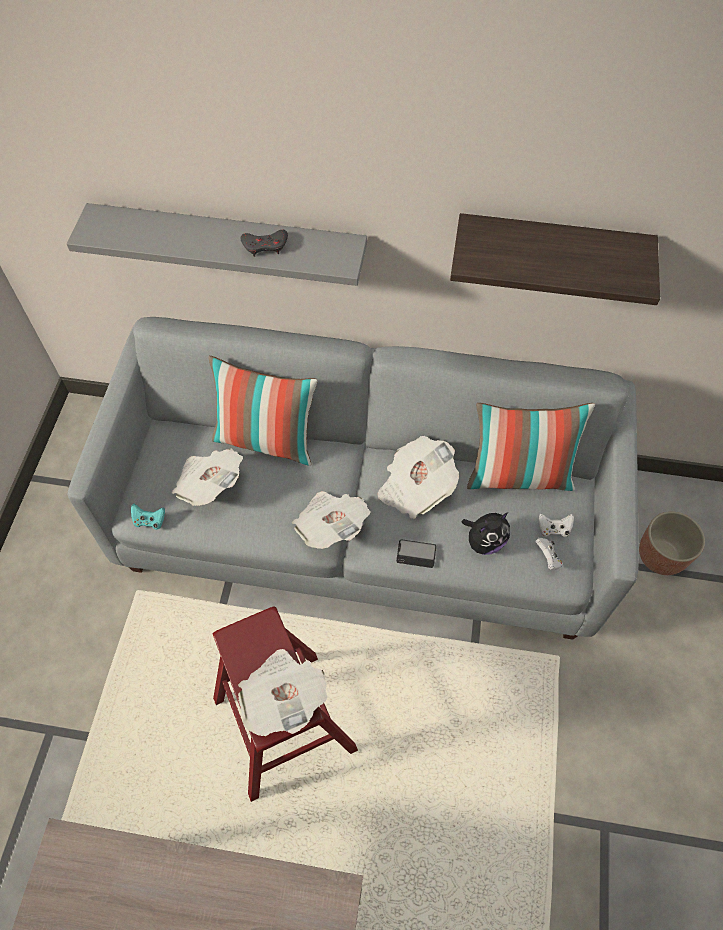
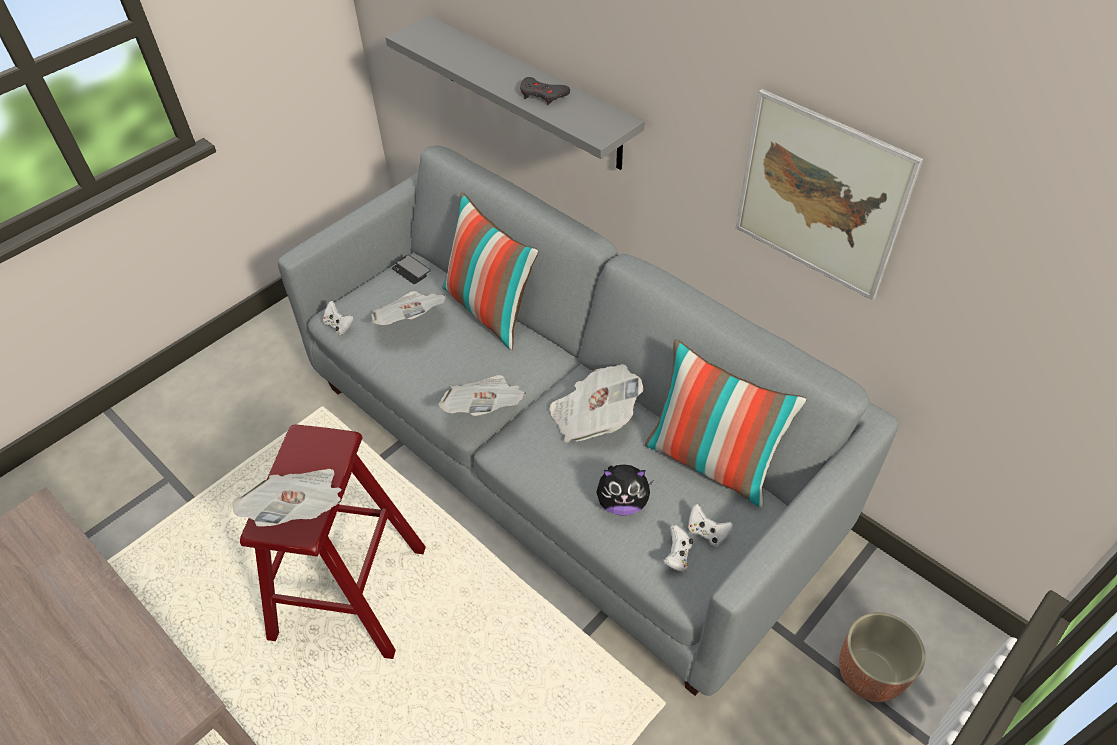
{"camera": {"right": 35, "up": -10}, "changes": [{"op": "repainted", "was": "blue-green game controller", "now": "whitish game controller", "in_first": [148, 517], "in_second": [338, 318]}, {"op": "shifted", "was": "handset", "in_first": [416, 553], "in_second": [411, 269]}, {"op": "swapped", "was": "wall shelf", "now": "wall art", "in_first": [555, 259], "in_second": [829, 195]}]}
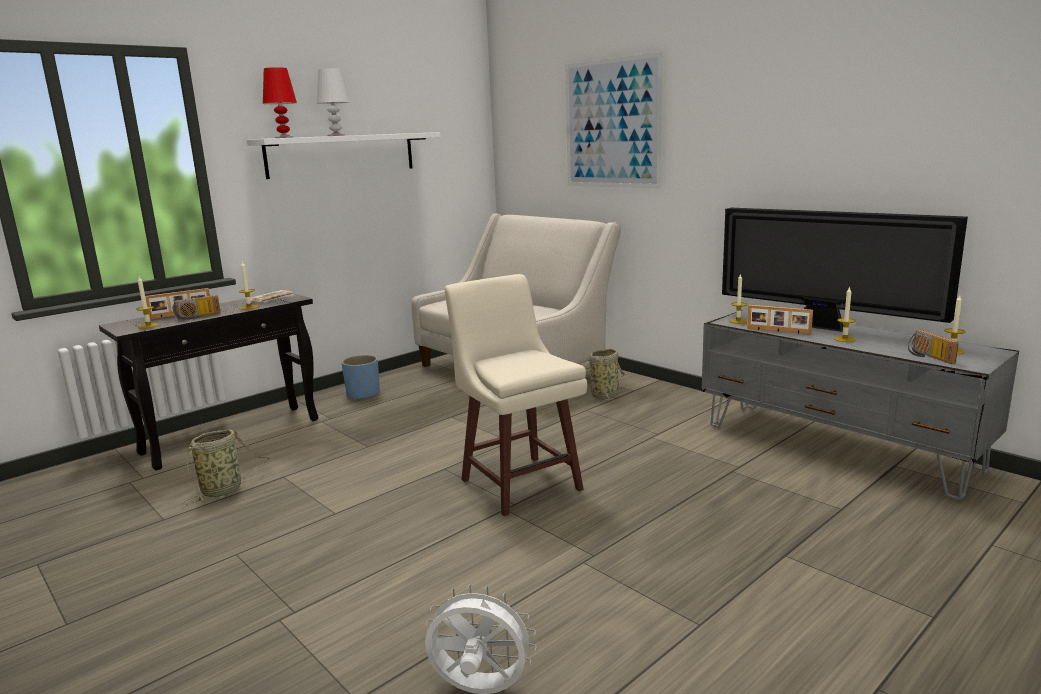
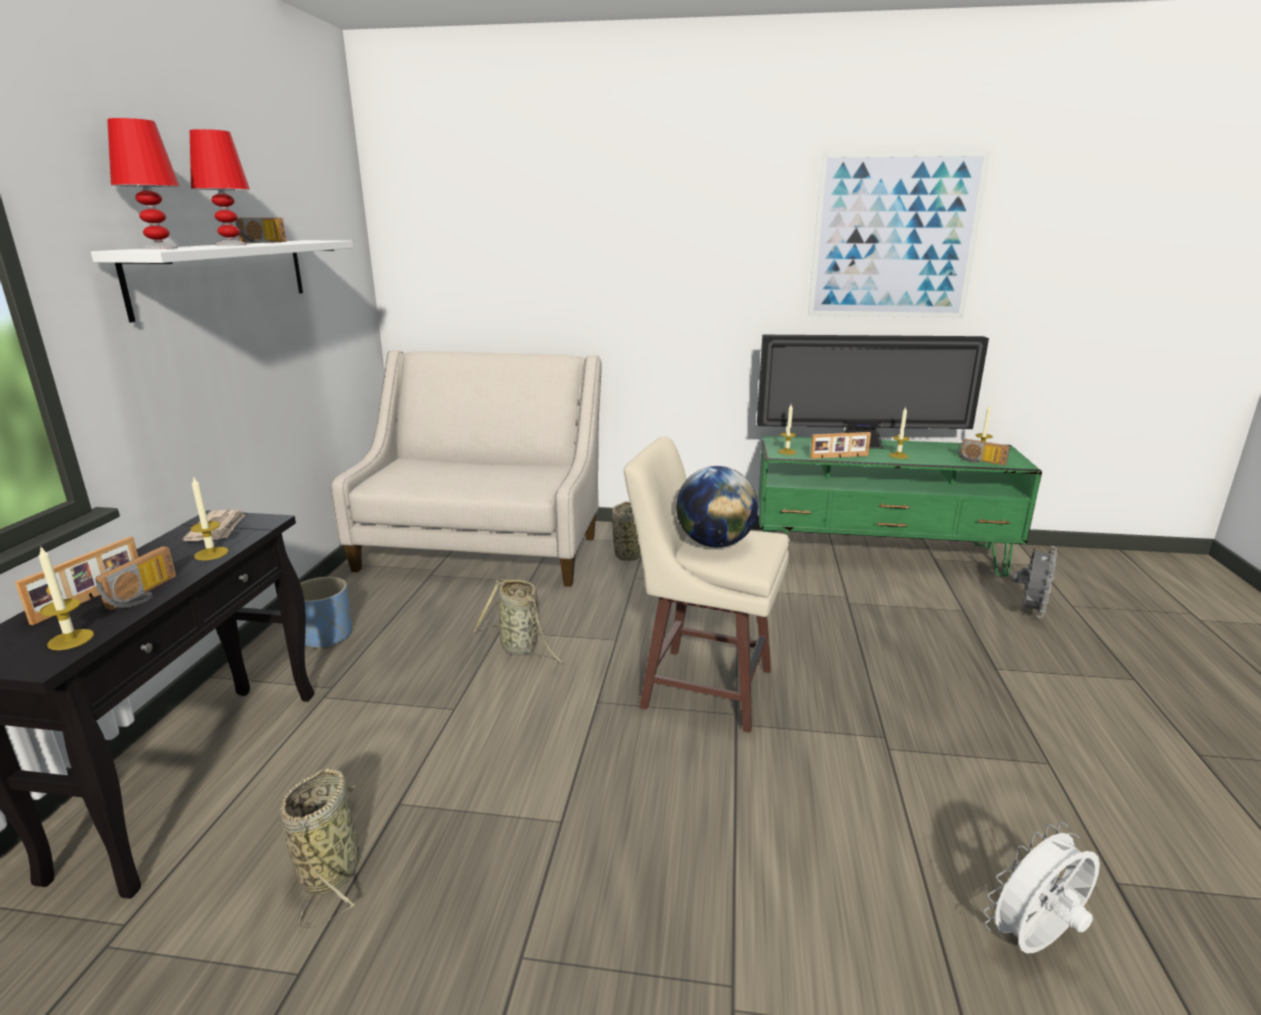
{"camera": {"right": -40, "up": 5}, "changes": [{"op": "repainted", "was": "whitish lamp for a table", "now": "red lamp for a table", "in_first": [333, 102], "in_second": [220, 187]}, {"op": "new", "now": "radio", "in_second": [261, 230]}, {"op": "new", "now": "household basket", "in_second": [519, 621]}, {"op": "new", "now": "globe", "in_second": [717, 506]}, {"op": "repainted", "was": "grey media console", "now": "green media console", "in_first": [860, 404], "in_second": [900, 505]}, {"op": "shifted", "was": "wall art", "in_first": [614, 120], "in_second": [899, 234]}, {"op": "new", "now": "grey cooling fan", "in_second": [1034, 582]}]}
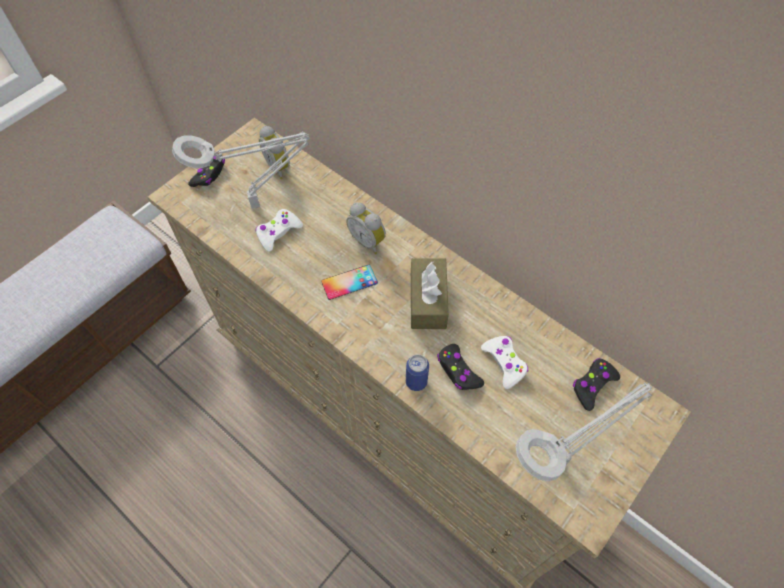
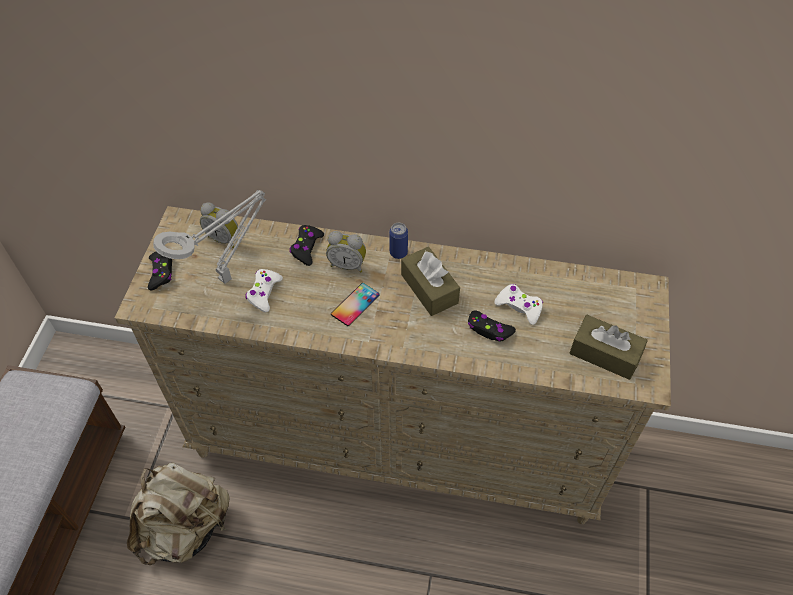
{"camera": {"right": -30, "up": -5}, "changes": [{"op": "new", "now": "sand-coloured knapsack", "in_second": [178, 513]}, {"op": "shifted", "was": "blackish game controller", "in_first": [596, 384], "in_second": [306, 245]}, {"op": "shifted", "was": "can", "in_first": [417, 372], "in_second": [398, 241]}, {"op": "swapped", "was": "grey lamp for a table", "now": "brown tissue holder", "in_first": [584, 431], "in_second": [609, 347]}]}
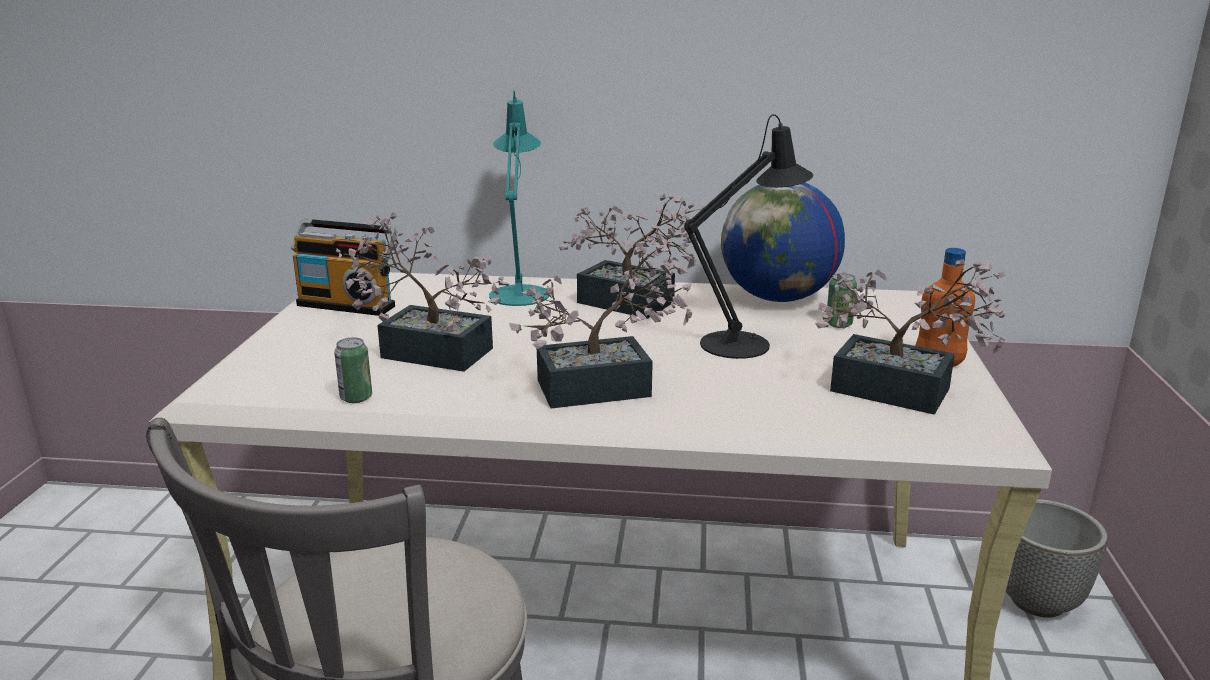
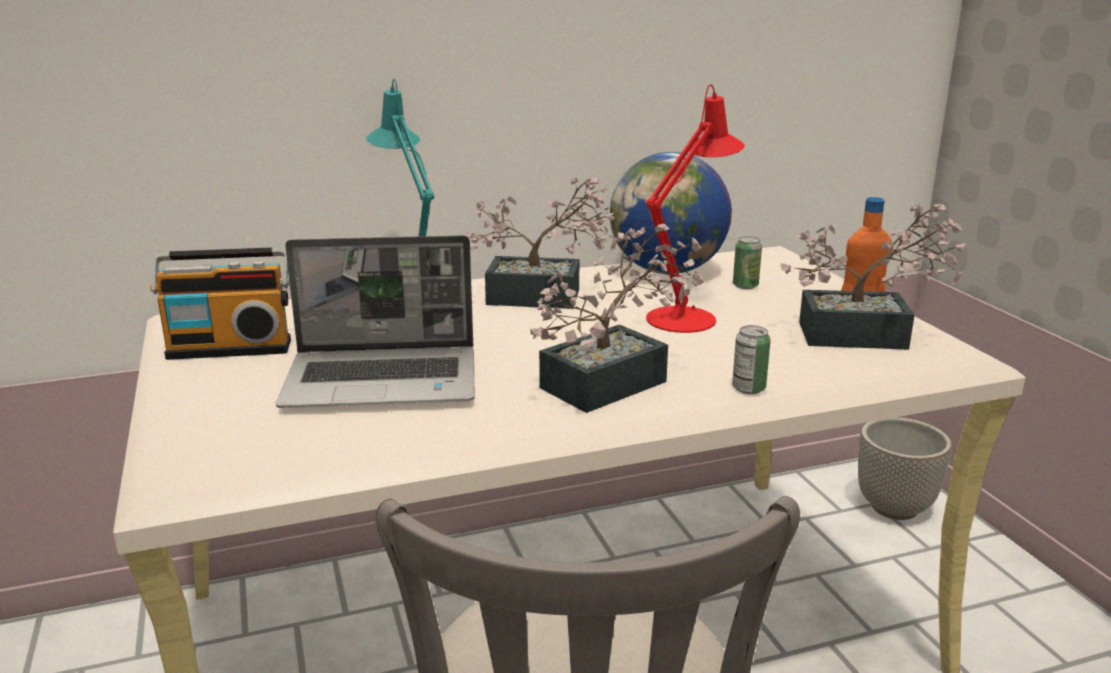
{"camera": {"right": -25, "up": 0}, "changes": [{"op": "swapped", "was": "plant in a pot", "now": "portable computer", "in_first": [423, 292], "in_second": [375, 321]}, {"op": "repainted", "was": "blackish lamp for a table", "now": "red lamp for a table", "in_first": [748, 236], "in_second": [695, 208]}, {"op": "shifted", "was": "can", "in_first": [353, 370], "in_second": [751, 359]}]}
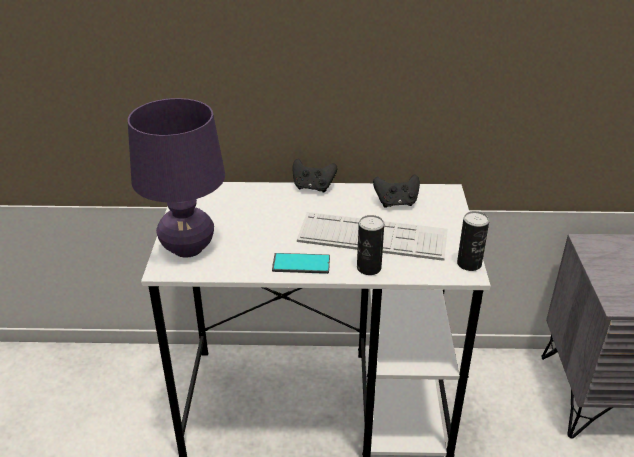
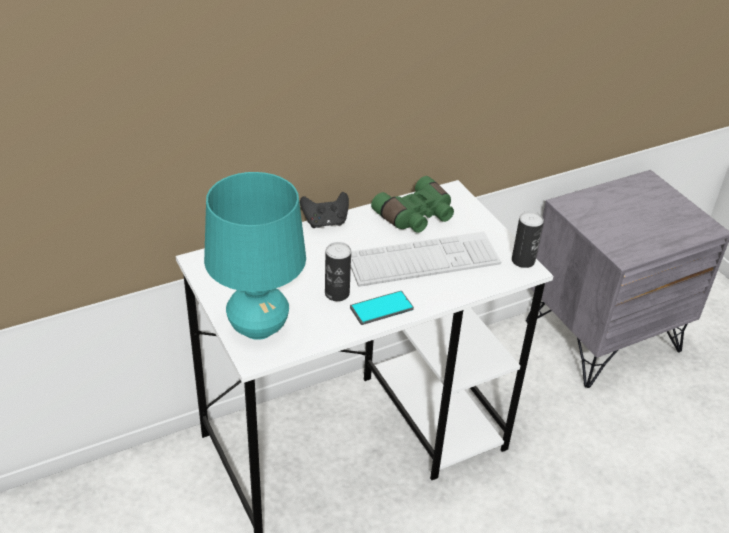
{"camera": {"right": -30, "up": 5}, "changes": [{"op": "repainted", "was": "purplish lamp for a table", "now": "blue-green lamp for a table", "in_first": [176, 178], "in_second": [255, 256]}, {"op": "shifted", "was": "can", "in_first": [370, 245], "in_second": [338, 271]}, {"op": "swapped", "was": "blackish game controller", "now": "green pair of binoculars", "in_first": [396, 191], "in_second": [412, 204]}]}
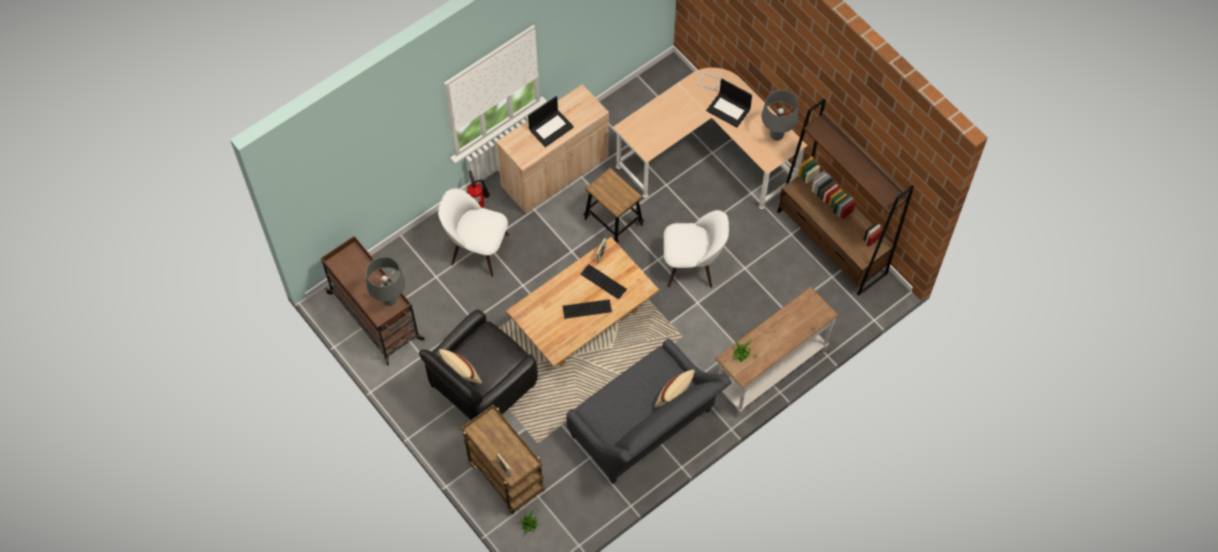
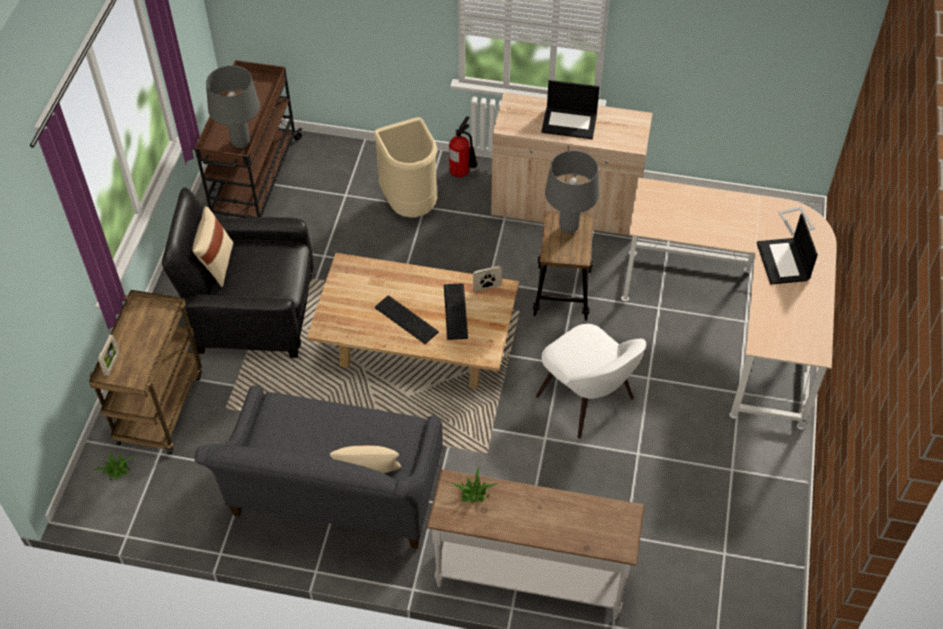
{"camera": {"right": 50, "up": -10}, "changes": [{"op": "swapped", "was": "whitish plain chair", "now": "sand-coloured waste bin", "in_first": [473, 233], "in_second": [405, 167]}, {"op": "shifted", "was": "grey lamp for a table", "in_first": [779, 115], "in_second": [572, 191]}, {"op": "gone", "was": "brown bookshelf", "in_first": [845, 197]}]}
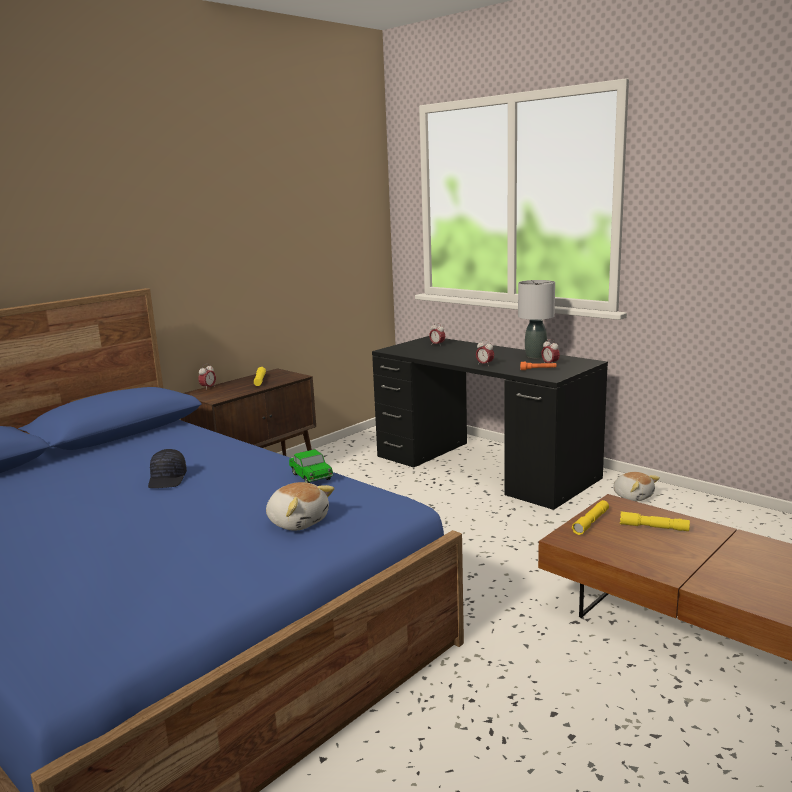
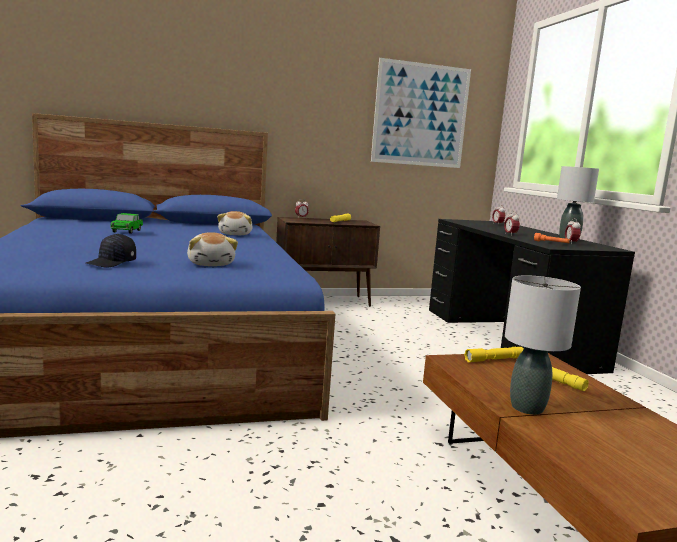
{"camera": {"right": 30, "up": -5}, "changes": [{"op": "shifted", "was": "blackish baseball cap", "in_first": [167, 468], "in_second": [111, 251]}, {"op": "shifted", "was": "toy car", "in_first": [311, 466], "in_second": [126, 223]}, {"op": "shifted", "was": "cuddly toy", "in_first": [636, 487], "in_second": [235, 223]}, {"op": "new", "now": "wall art", "in_second": [421, 113]}, {"op": "new", "now": "grey lamp for a table", "in_second": [543, 345]}]}
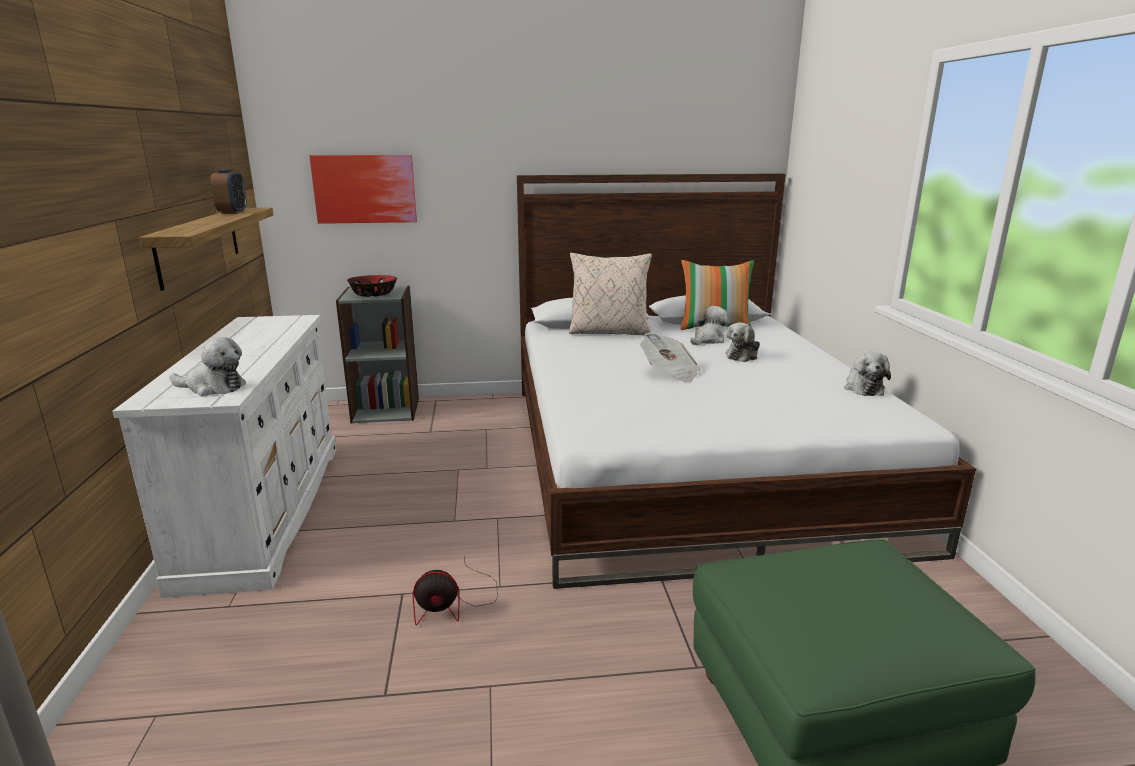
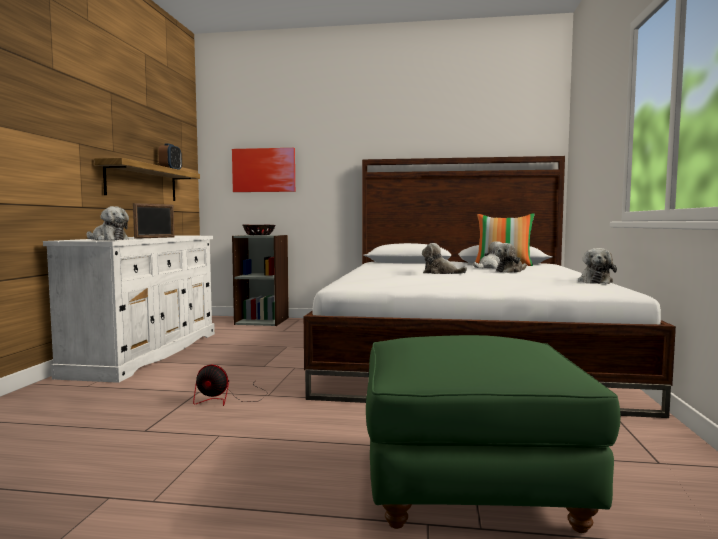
{"camera": {"right": 15, "up": -15}, "changes": [{"op": "new", "now": "photo frame", "in_second": [153, 221]}, {"op": "swapped", "was": "printed paper", "now": "cuddly toy", "in_first": [670, 358], "in_second": [444, 258]}, {"op": "gone", "was": "sand-coloured throw pillow", "in_first": [610, 294]}]}
